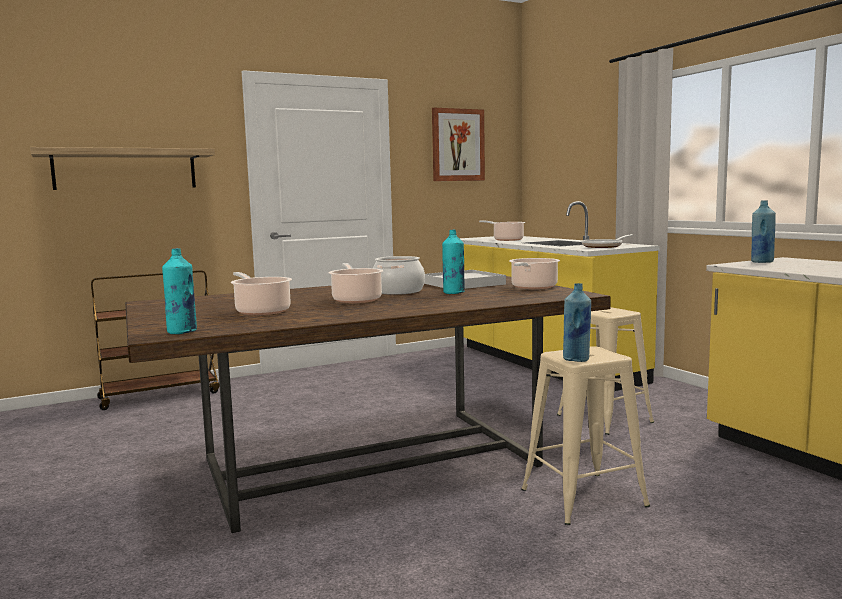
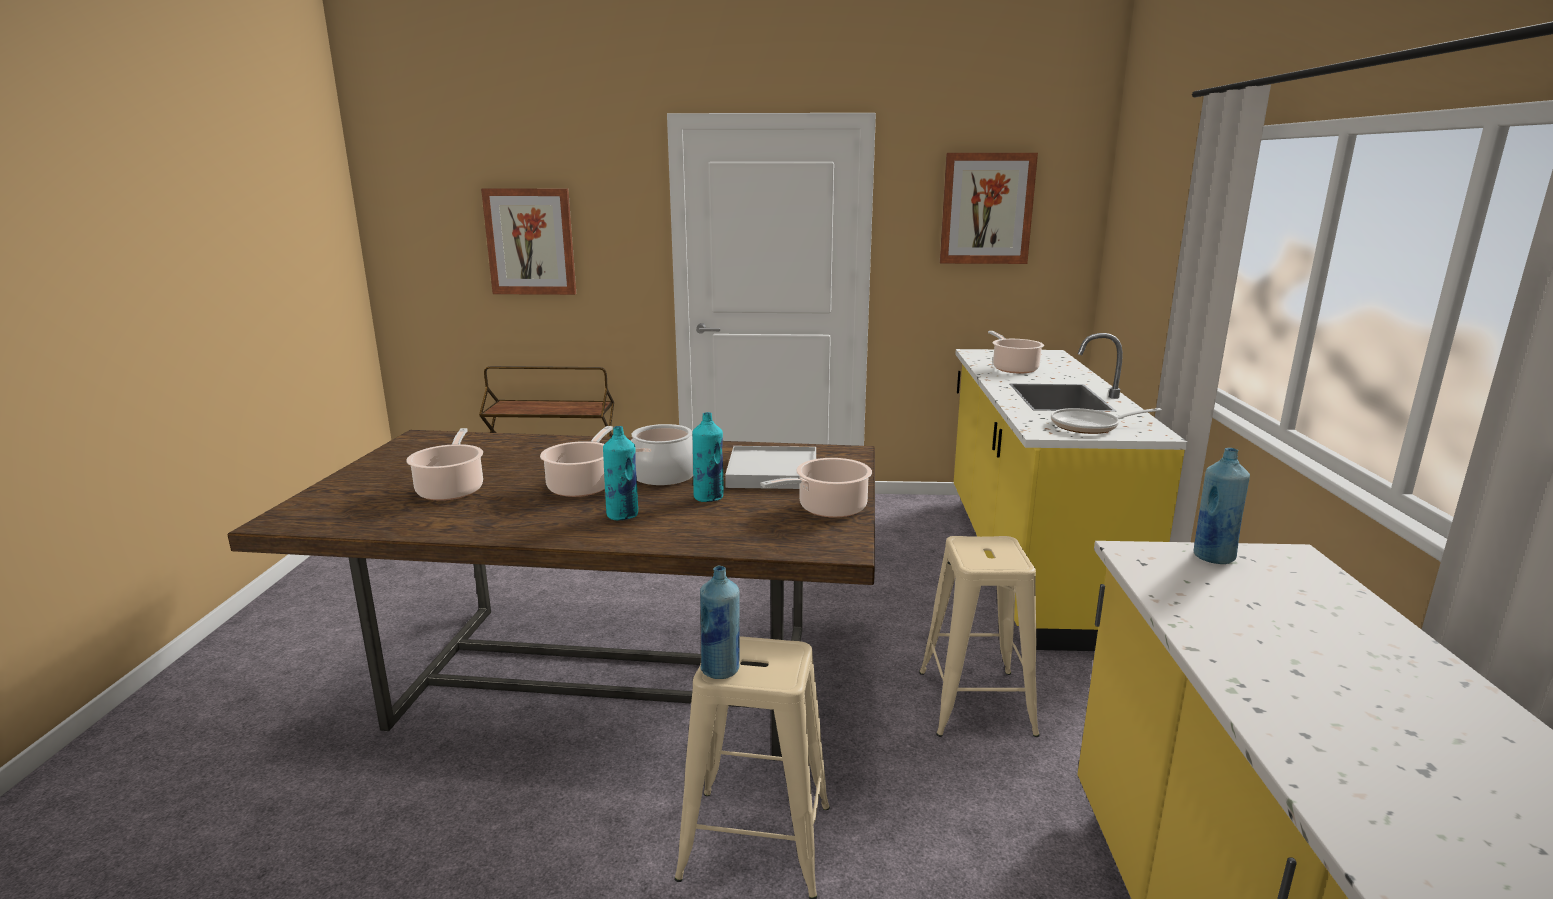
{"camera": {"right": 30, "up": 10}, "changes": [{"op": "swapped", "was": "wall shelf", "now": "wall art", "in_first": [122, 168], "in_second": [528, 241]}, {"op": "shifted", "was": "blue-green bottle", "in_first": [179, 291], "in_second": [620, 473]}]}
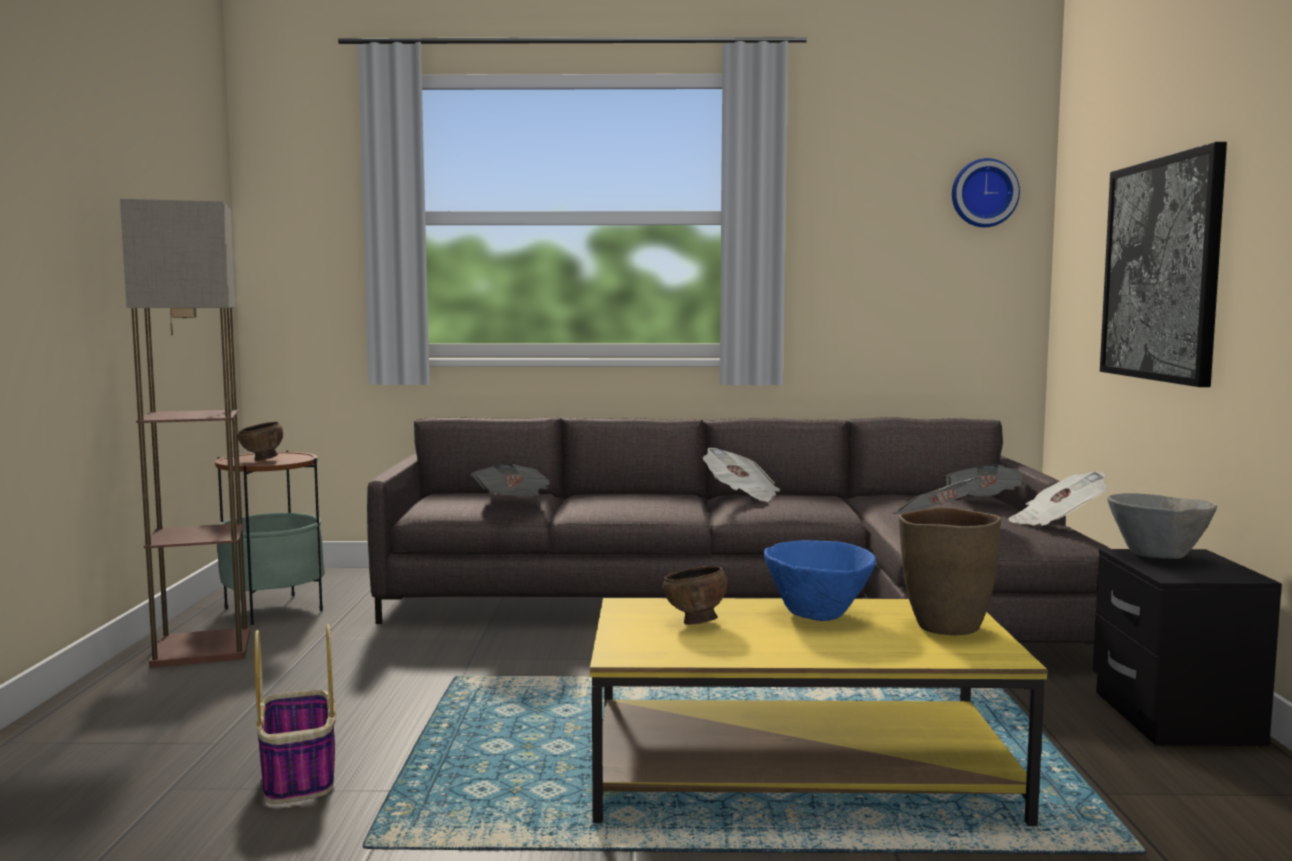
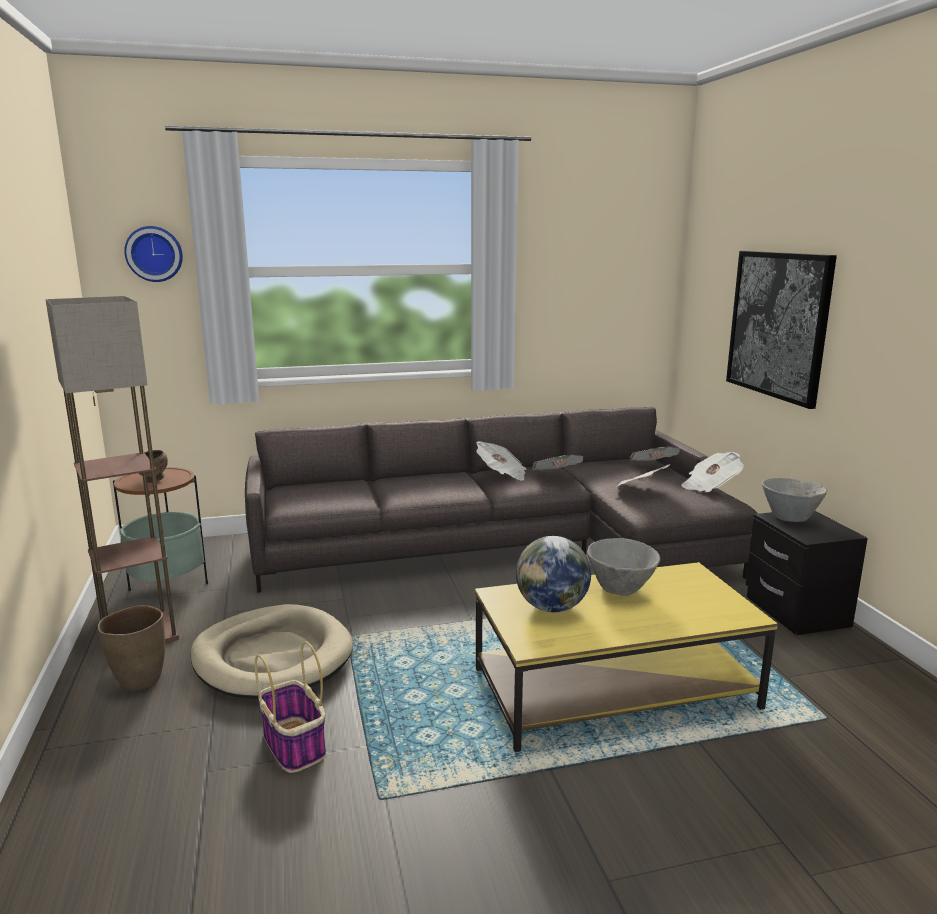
{"camera": {"right": -15, "up": 10}, "changes": [{"op": "shifted", "was": "brown decorative vase", "in_first": [950, 571], "in_second": [131, 648]}, {"op": "shifted", "was": "wall clock", "in_first": [986, 192], "in_second": [153, 254]}, {"op": "new", "now": "sand-coloured dog cushion", "in_second": [271, 651]}, {"op": "swapped", "was": "brown bowl", "now": "globe", "in_first": [695, 595], "in_second": [553, 574]}, {"op": "shifted", "was": "printed paper", "in_first": [511, 480], "in_second": [557, 462]}, {"op": "repainted", "was": "blue bowl", "now": "grey bowl", "in_first": [820, 580], "in_second": [623, 567]}]}
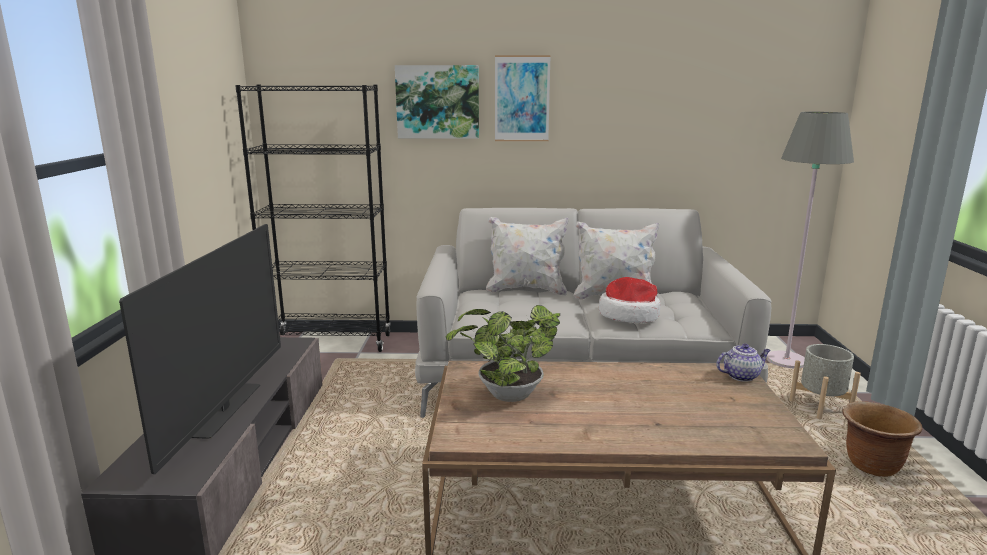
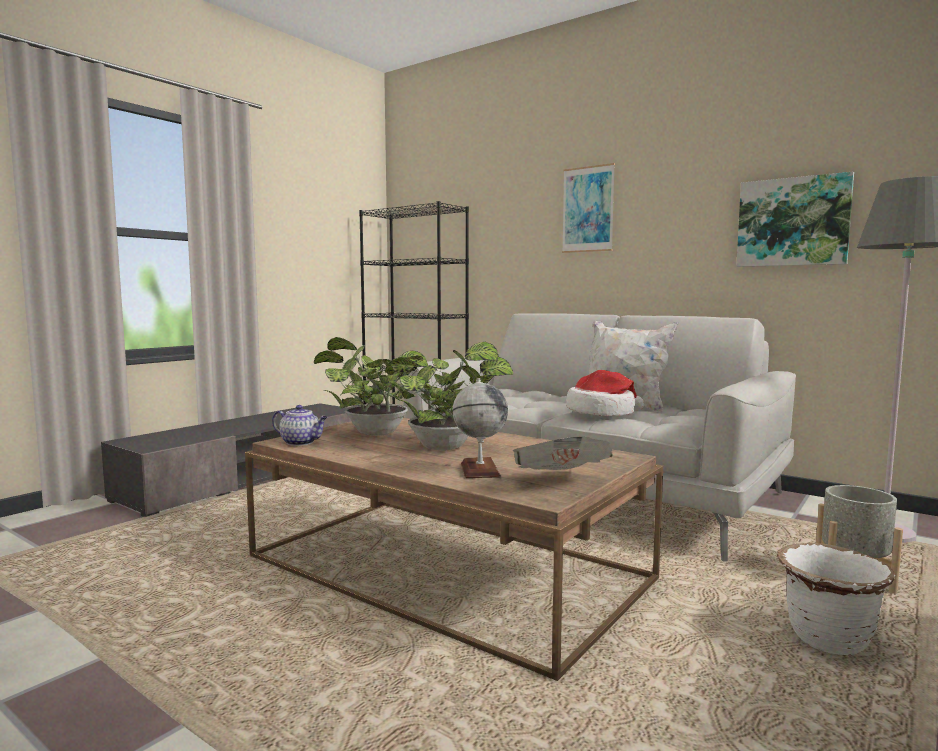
{"camera": {"right": 35, "up": -10}, "changes": [{"op": "shifted", "was": "pot for tea", "in_first": [743, 363], "in_second": [300, 425]}, {"op": "new", "now": "plant in a pot", "in_second": [449, 396]}, {"op": "new", "now": "globe", "in_second": [480, 428]}, {"op": "new", "now": "printed paper", "in_second": [563, 453]}, {"op": "shifted", "was": "wall art", "in_first": [437, 102], "in_second": [795, 219]}, {"op": "repainted", "was": "brown plant pot", "now": "whitish plant pot", "in_first": [882, 439], "in_second": [836, 599]}, {"op": "gone", "was": "TV set", "in_first": [200, 349]}, {"op": "gone", "was": "whitish throw pillow", "in_first": [527, 256]}]}
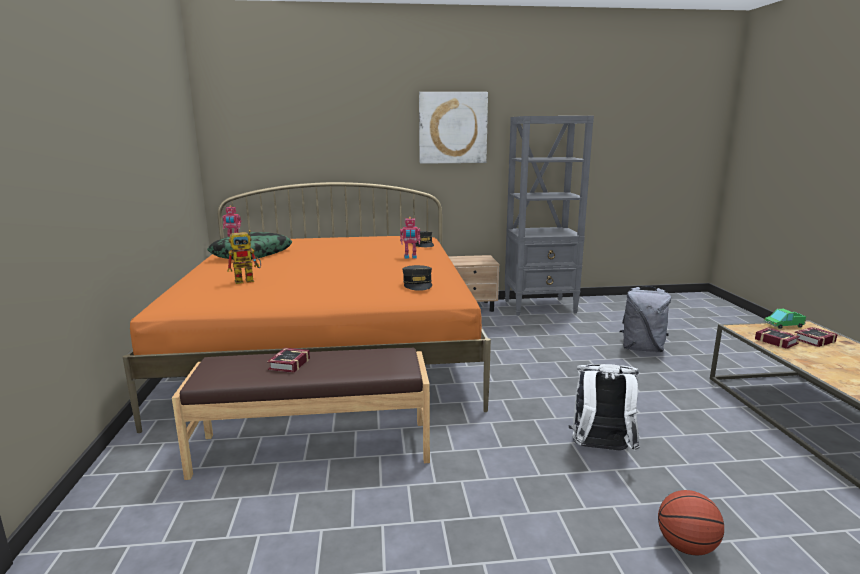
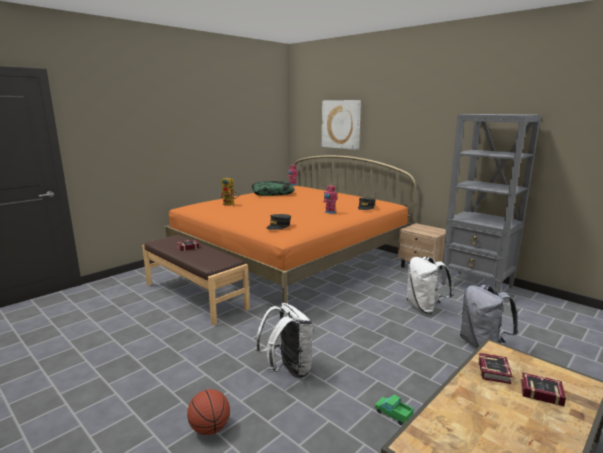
{"camera": {"right": 50, "up": 0}, "changes": [{"op": "shifted", "was": "wall art", "in_first": [453, 128], "in_second": [341, 125]}, {"op": "shifted", "was": "toy lorry", "in_first": [785, 318], "in_second": [394, 410]}, {"op": "new", "now": "whitish knapsack", "in_second": [429, 285]}]}
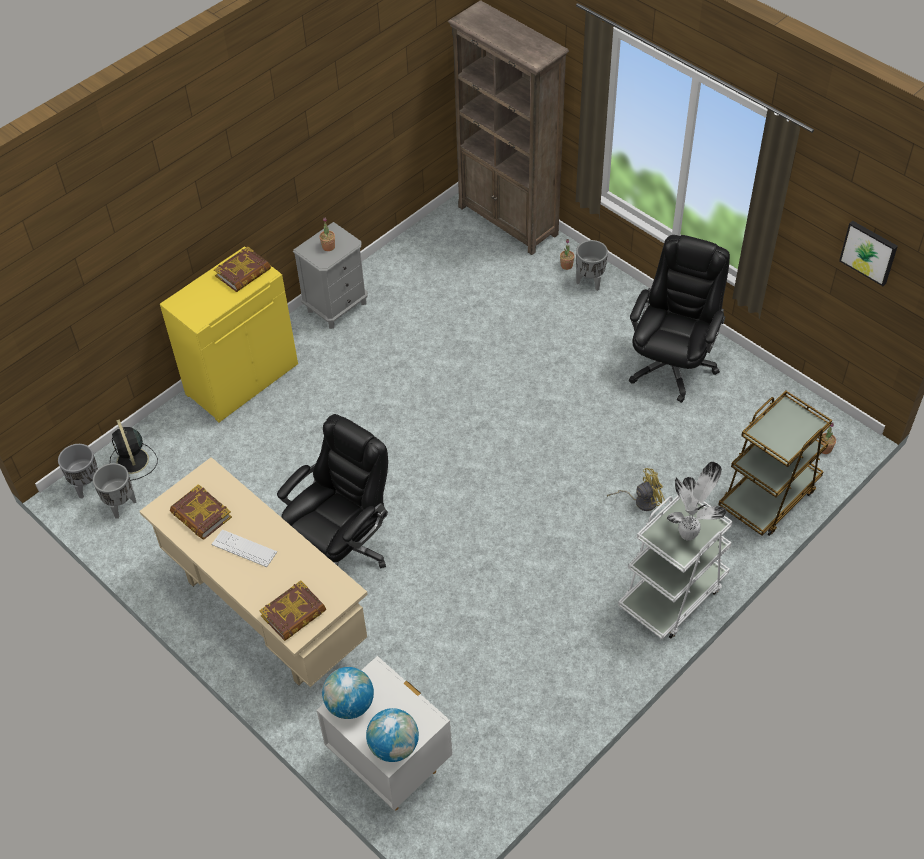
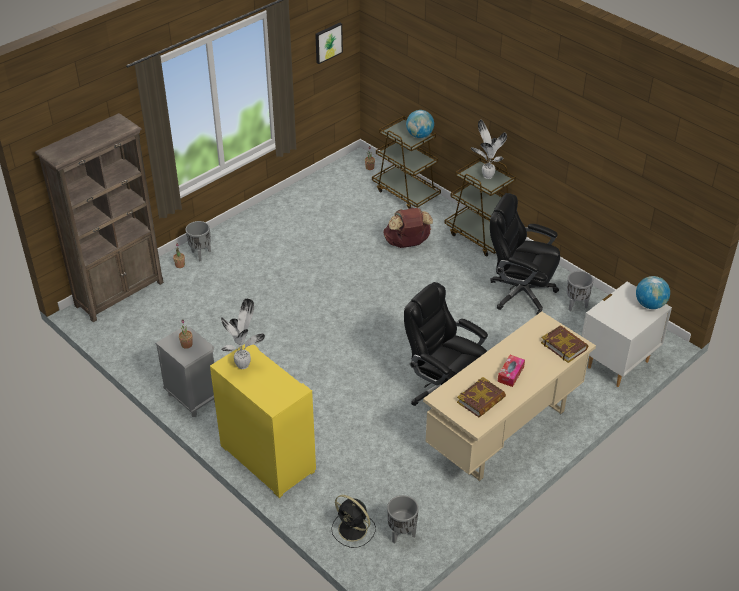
{"camera": {"right": -90, "up": -10}, "changes": [{"op": "swapped", "was": "book", "now": "plant in a pot", "in_first": [242, 269], "in_second": [243, 333]}, {"op": "rotated", "was": "blackish cooling fan", "in_first": [134, 449], "in_second": [353, 521], "clockwise": 60}, {"op": "swapped", "was": "yellow-coloured cooling fan", "now": "brown knapsack", "in_first": [636, 489], "in_second": [408, 227]}, {"op": "shifted", "was": "globe", "in_first": [348, 693], "in_second": [420, 124]}, {"op": "repainted", "was": "whitish cart", "now": "brown cart", "in_first": [675, 568], "in_second": [480, 206]}, {"op": "shifted", "was": "blackish desk chair", "in_first": [679, 319], "in_second": [525, 253]}, {"op": "swapped", "was": "keyboard", "now": "tissue holder", "in_first": [244, 548], "in_second": [511, 371]}, {"op": "shifted", "was": "grey plant pot", "in_first": [78, 471], "in_second": [580, 291]}]}
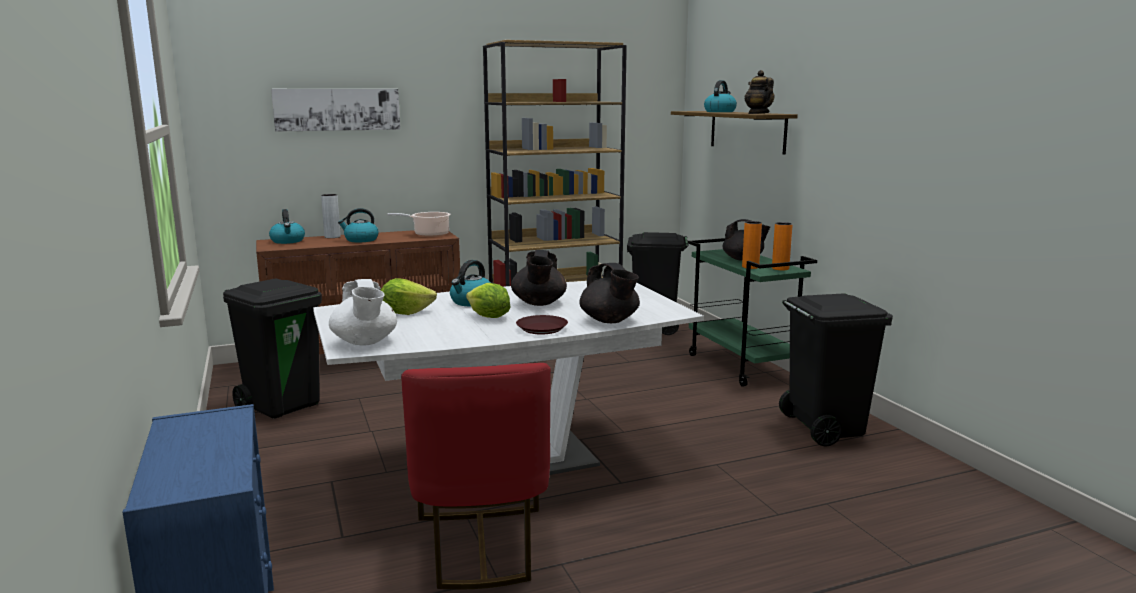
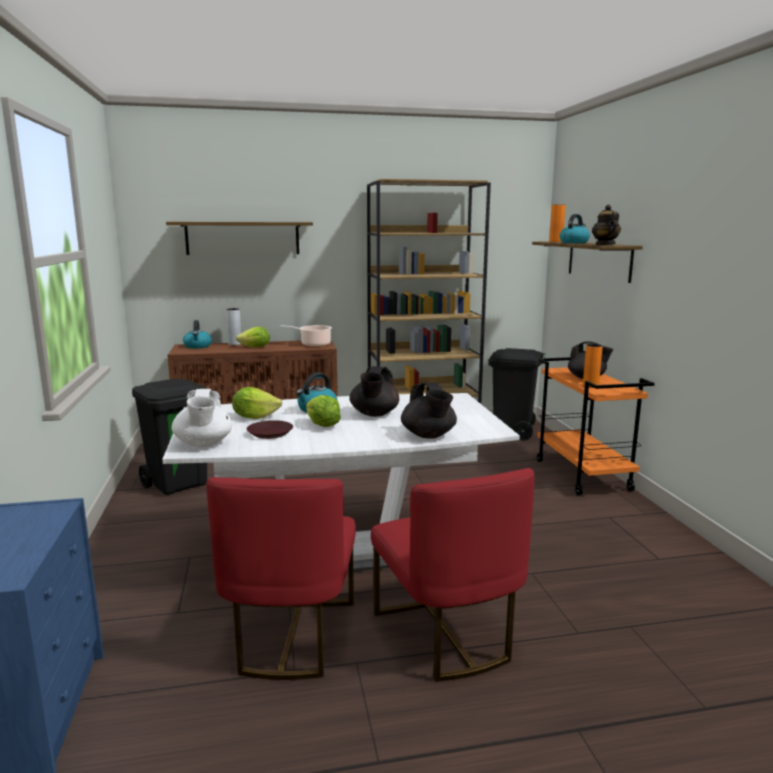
{"camera": {"right": 10, "up": 0}, "changes": [{"op": "swapped", "was": "wall art", "now": "wall shelf", "in_first": [335, 110], "in_second": [239, 238]}, {"op": "swapped", "was": "kettle", "now": "lettuce head", "in_first": [358, 225], "in_second": [253, 337]}, {"op": "shifted", "was": "brown dinner plate", "in_first": [542, 324], "in_second": [270, 429]}, {"op": "new", "now": "red plain chair", "in_second": [453, 575]}, {"op": "repainted", "was": "green cart", "now": "orange cart", "in_first": [752, 312], "in_second": [596, 426]}, {"op": "shifted", "was": "orange decorative vase", "in_first": [782, 246], "in_second": [557, 223]}, {"op": "gone", "was": "blackish waste bin", "in_first": [836, 369]}]}
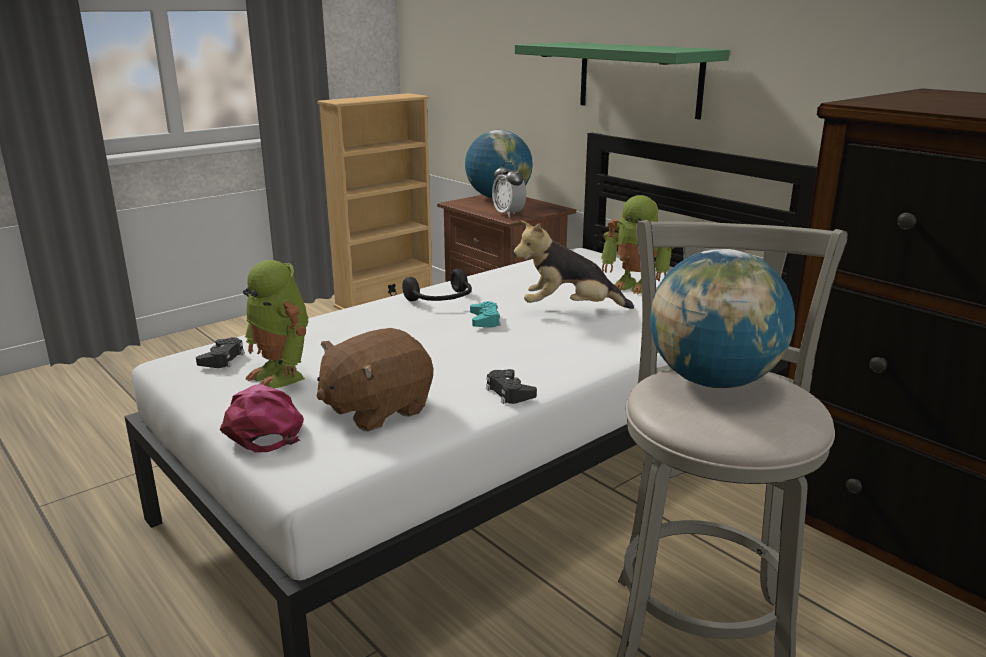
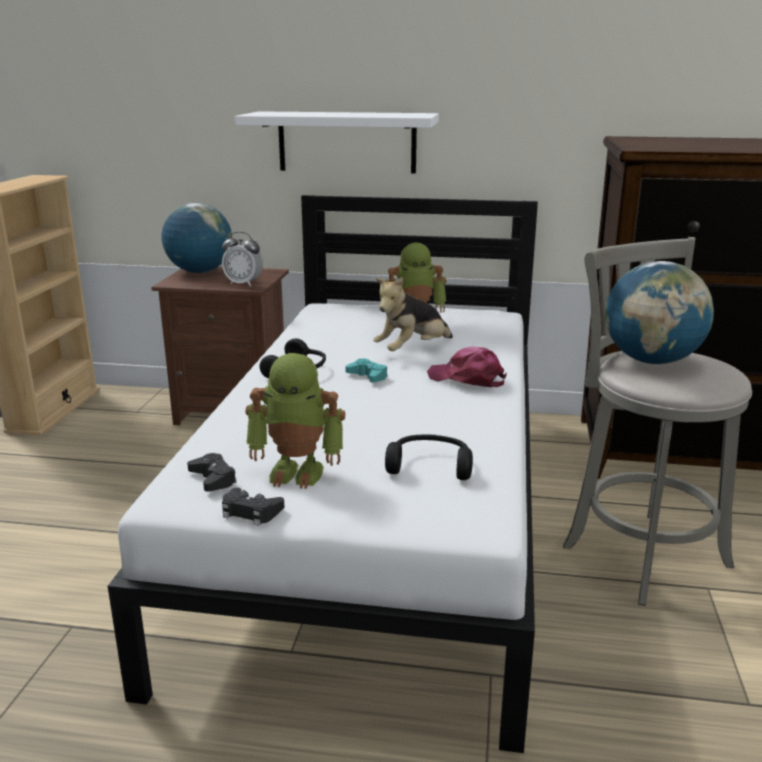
{"camera": {"right": -40, "up": 0}, "changes": [{"op": "shifted", "was": "blackish game controller", "in_first": [511, 386], "in_second": [253, 507]}, {"op": "repainted", "was": "green wall shelf", "now": "whitish wall shelf", "in_first": [622, 80], "in_second": [337, 142]}, {"op": "swapped", "was": "brown cuddly toy", "now": "blackish headset", "in_first": [375, 379], "in_second": [429, 457]}, {"op": "shifted", "was": "pink baseball cap", "in_first": [262, 418], "in_second": [467, 366]}]}
